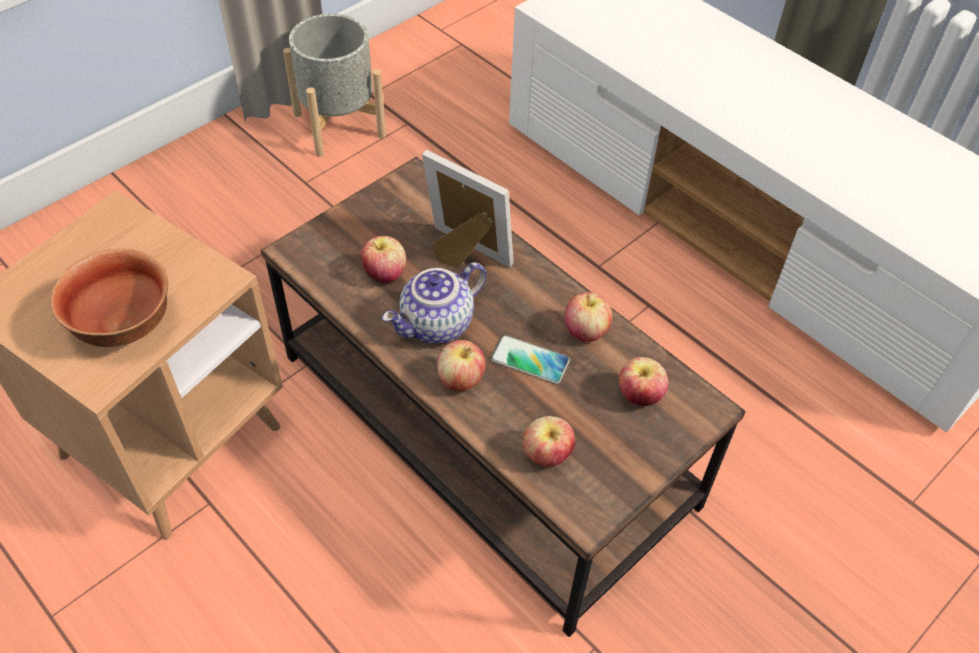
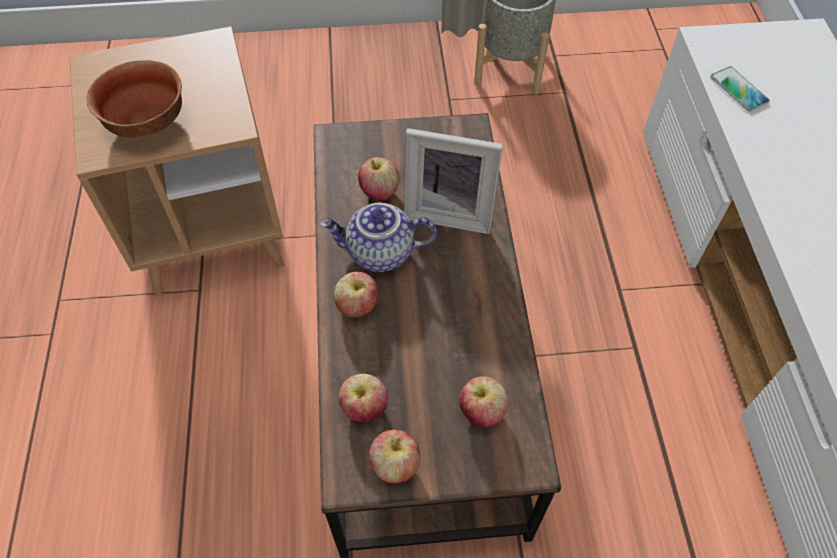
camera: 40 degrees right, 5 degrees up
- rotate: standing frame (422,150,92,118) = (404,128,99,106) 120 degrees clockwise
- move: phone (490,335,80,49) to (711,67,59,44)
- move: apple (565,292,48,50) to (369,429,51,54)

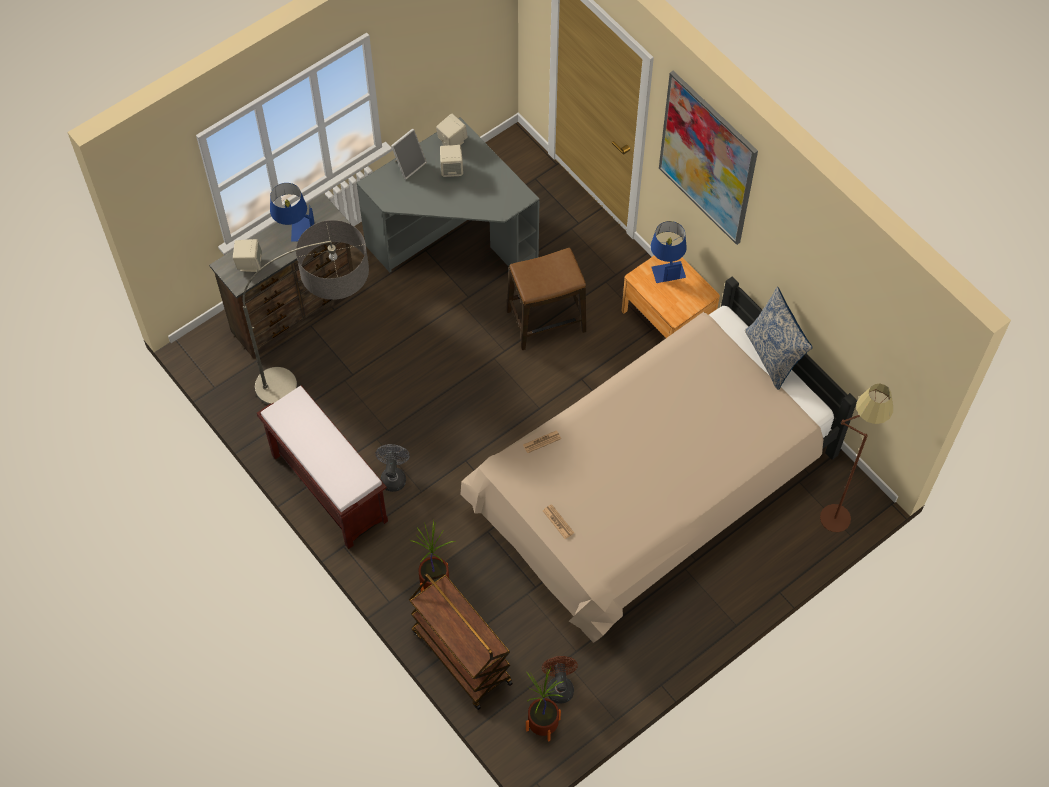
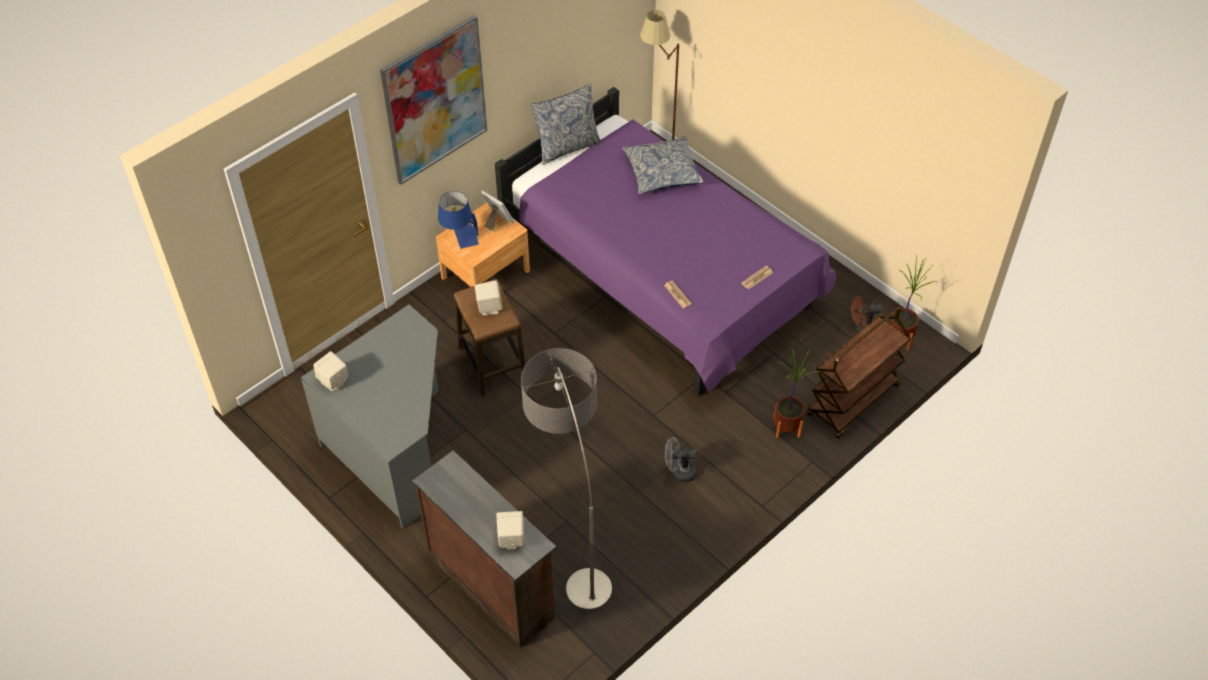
camera: 95 degrees left, 10 degrees down
- delete: indoor bench (brownish) (257,386,131,163)
- delete: table lamp (blue-coloured) (270,183,44,59)
- move: standing frame (391,129,36,51) to (481,191,34,41)
- move: speaker (beige) (440,145,23,32) to (475,281,27,34)
- recolor: bed (beige) (461,276,396,367) to bed (purple-coloured) (495,87,342,309)
- insert: cushion (622,136,82,58)

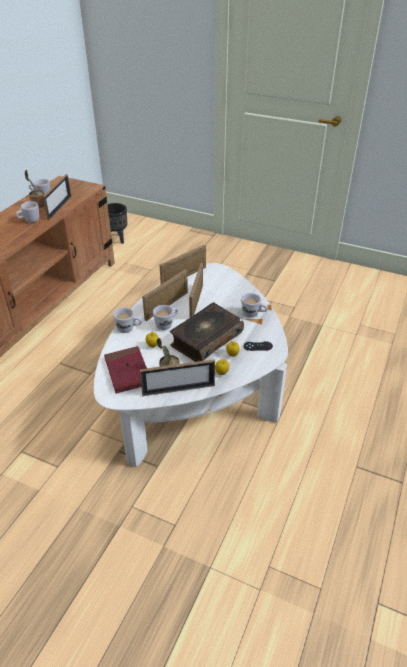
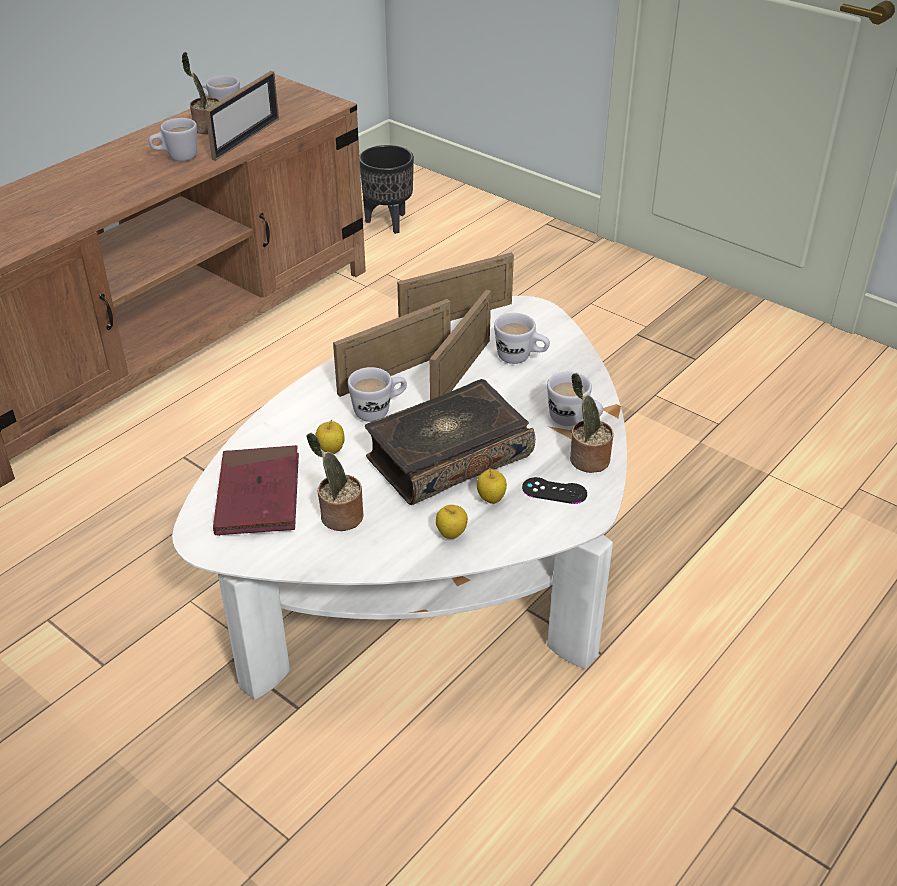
camera: 15 degrees right, 0 degrees up
- move: mug (white) (113,308,29,25) to (494,313,56,51)
- delete: standing frame (140,359,75,37)
- insert: potted plant (570,373,43,100)

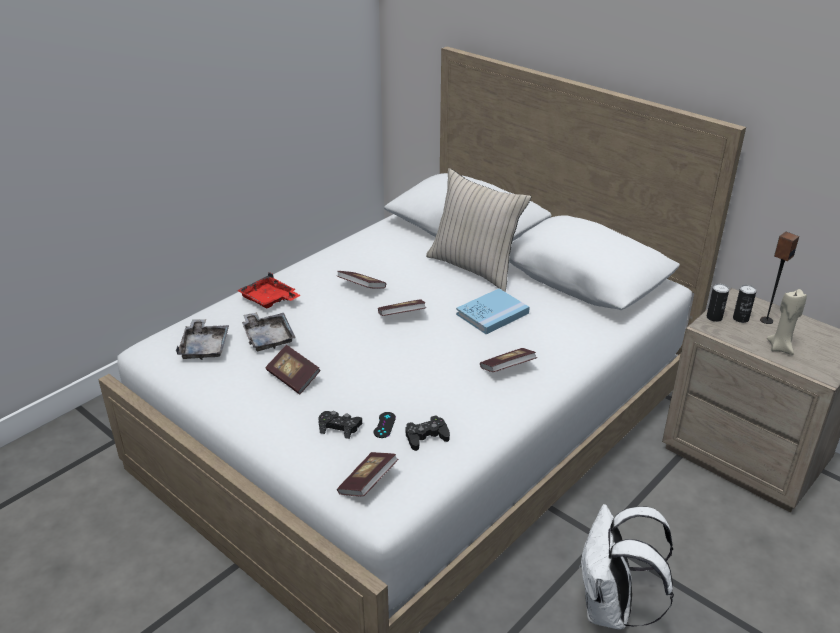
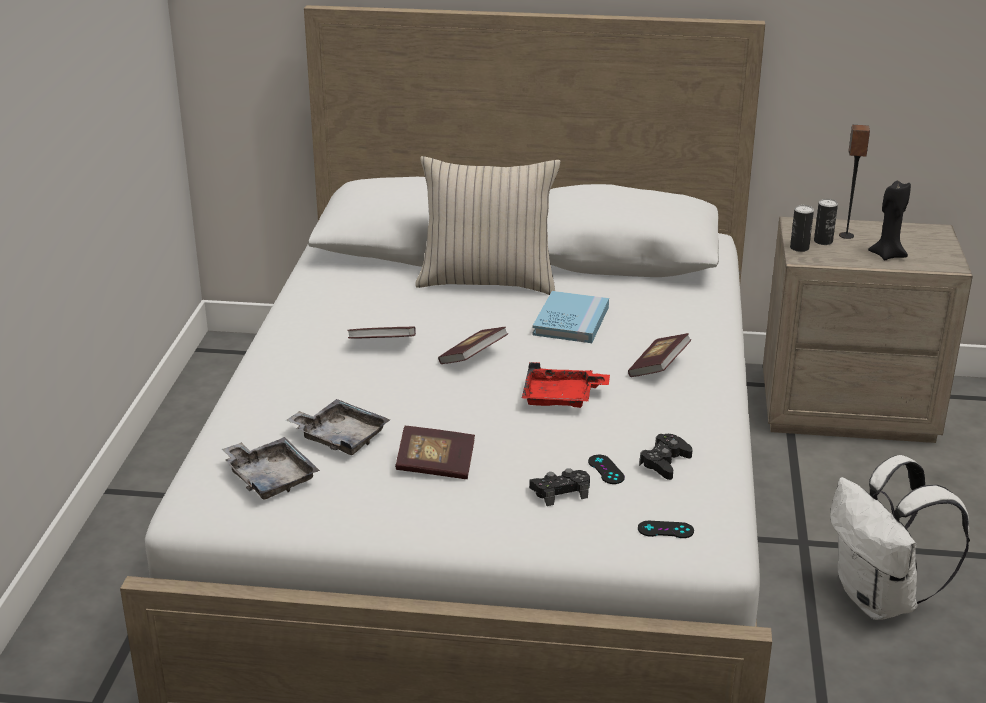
camera: 35 degrees left, 5 degrees down
- move: serving tray (red-coloured) (237,272,64,37) to (522,362,88,46)
- replace: volume (337,452,61,44) to joypad (black-coloured) (638,521,56,17)
- recolor: wax candle (beige) (767,289,40,66) to wax candle (black-coloured) (868,181,43,79)

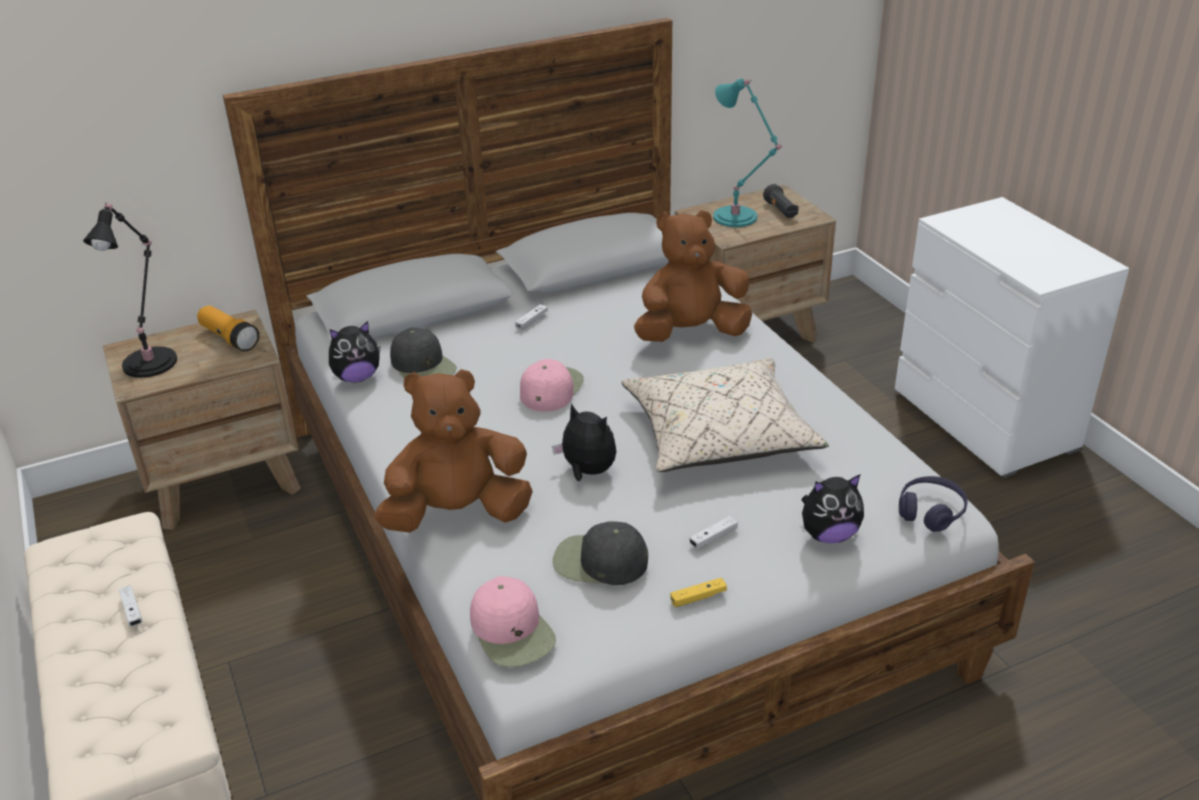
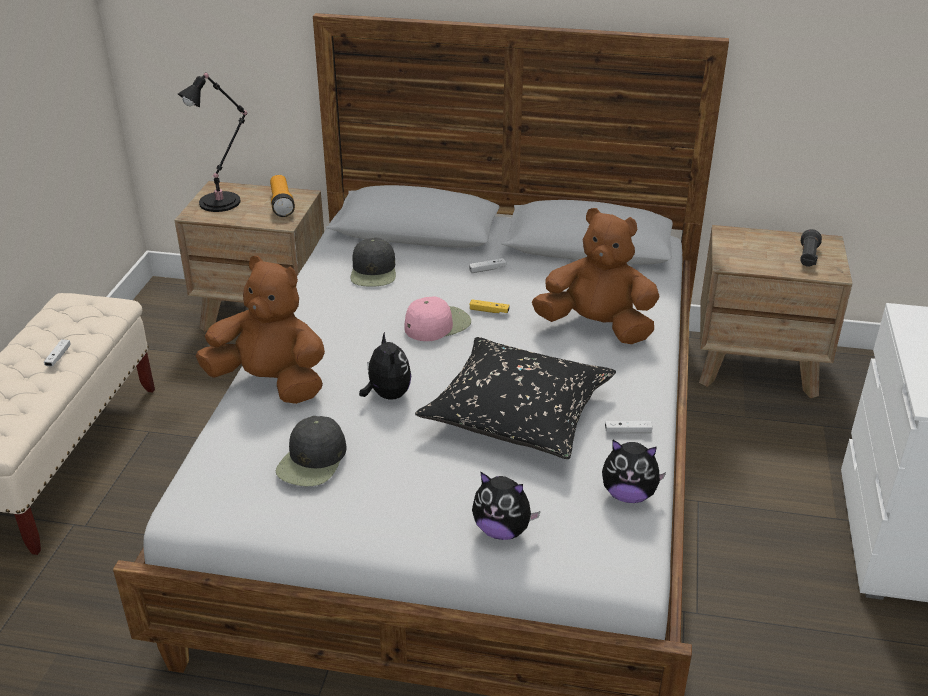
camera: 35 degrees right, 0 degrees up
- move: soft toy (329,321,51,62) to (602,440,64,63)
- delete: peaked cap (pinkish) (470,576,86,91)
- rotate: peaked cap (black-coloured) (553,521,95,64) = (276,416,71,70) 120 degrees counterclockwise
- recolor: cushion (beige) (621,358,208,114) to cushion (black-coloured) (415,337,201,122)
- move: joypad (yellow-coloured) (670,578,57,29) to (470,299,40,14)
- move: joypad (white) (690,516,48,32) to (605,421,48,12)
- delete: table lamp (blue-green) (713,79,71,148)
- delete: headset (purple-coloured) (899,476,69,56)

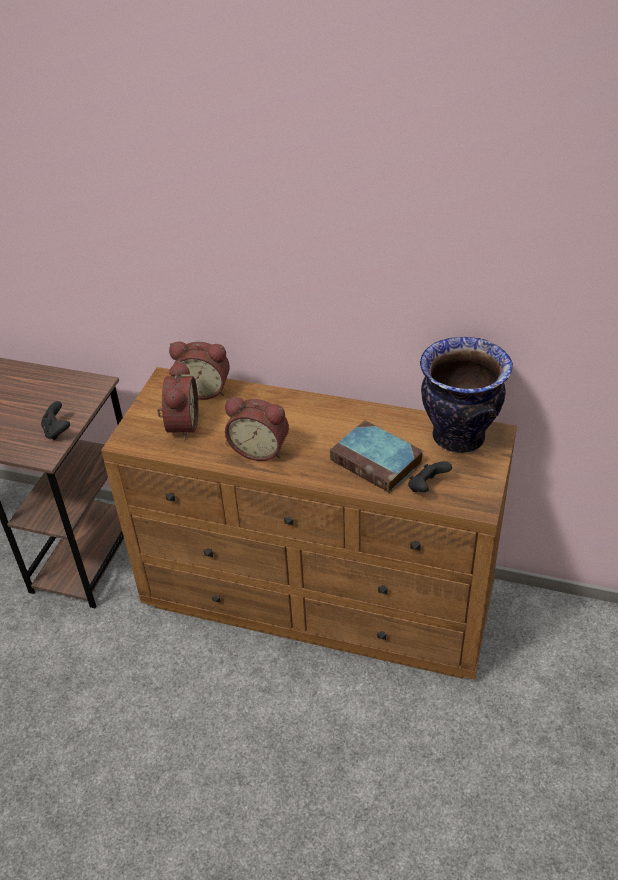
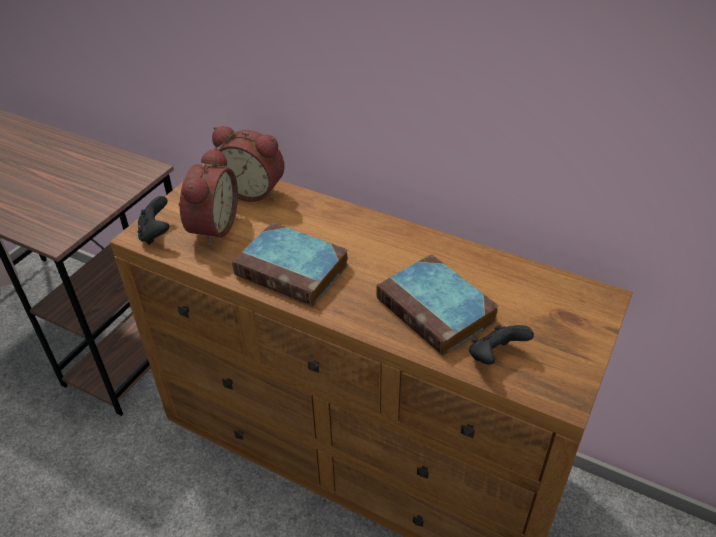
camera: 10 degrees right, 0 degrees up
- move: joypad (black-coloured) (41,401,29,39) to (138,196,31,49)
- replace: bedside clock (225,397,64,64) to volume (232,222,117,84)
- delete: decorative vase (420,337,93,116)

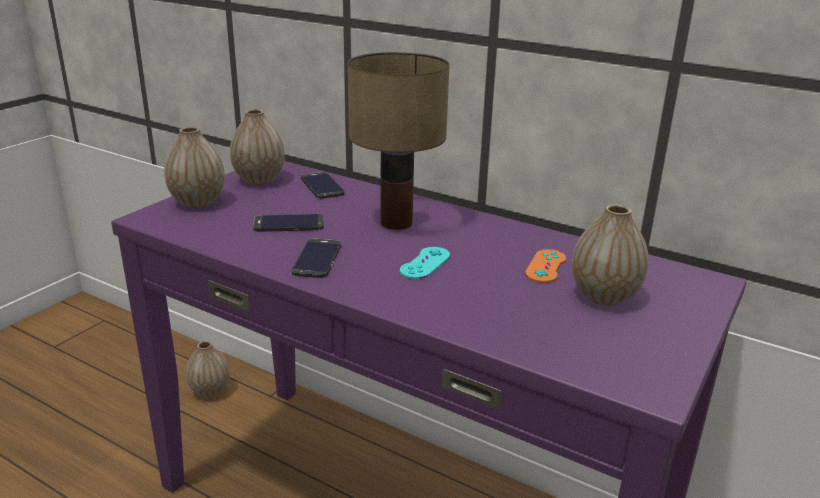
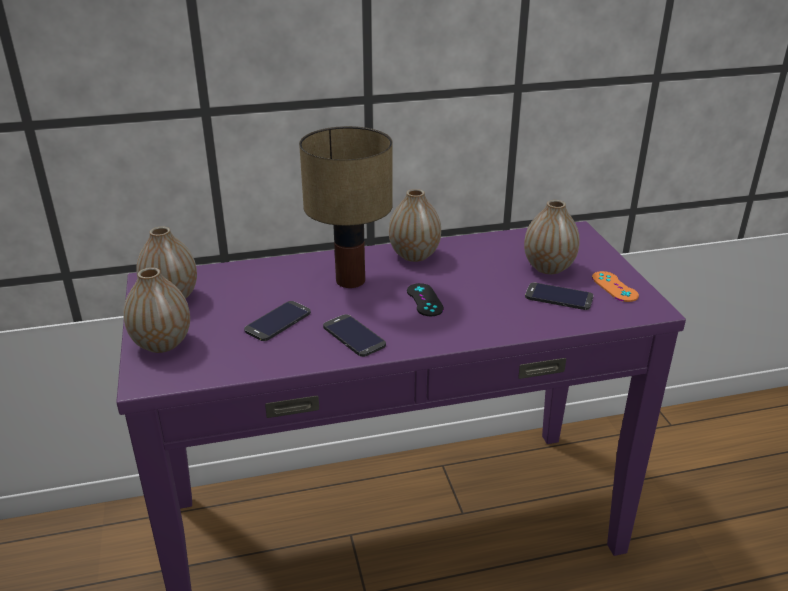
camera: 45 degrees left, 5 degrees up
- move: decorative vase (186,341,44,56) to (389,189,52,73)
- move: phone (301,172,44,27) to (525,283,68,27)
- recolor: joypad (blue-green) (400,247,50,32) to joypad (black-coloured) (407,283,37,33)
- move: joypad (orange-coloured) (525,249,41,34) to (592,271,47,31)

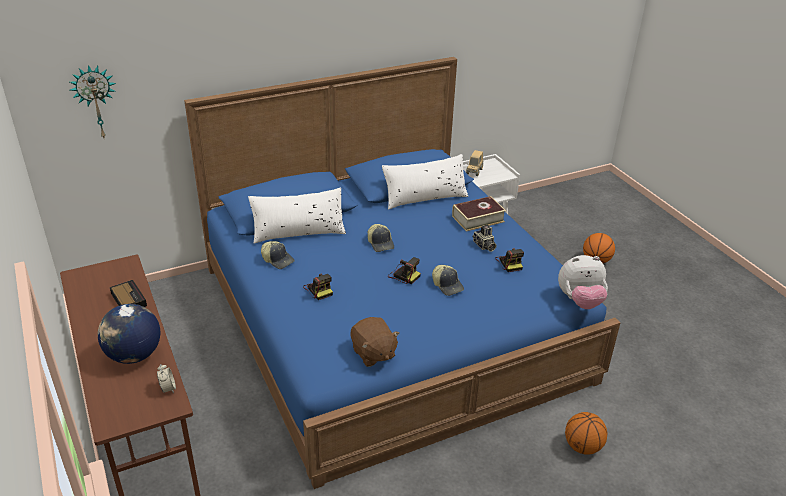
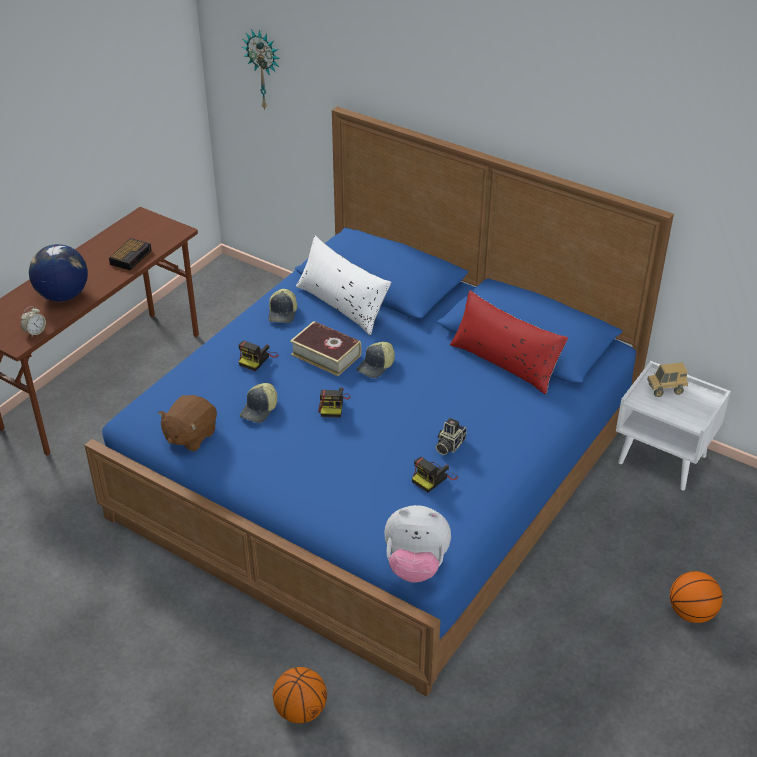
camera: 60 degrees right, 5 degrees up
- recolor: cushion (white) (382,154,86,56) to cushion (red-coloured) (450,290,118,105)
- move: peaked cap (432,265,32,31) to (240,383,37,40)
- move: volume (452,196,54,36) to (290,321,71,55)
- rotate: soft toy (558,255,50,54) = (385,505,66,78) 45 degrees counterclockwise

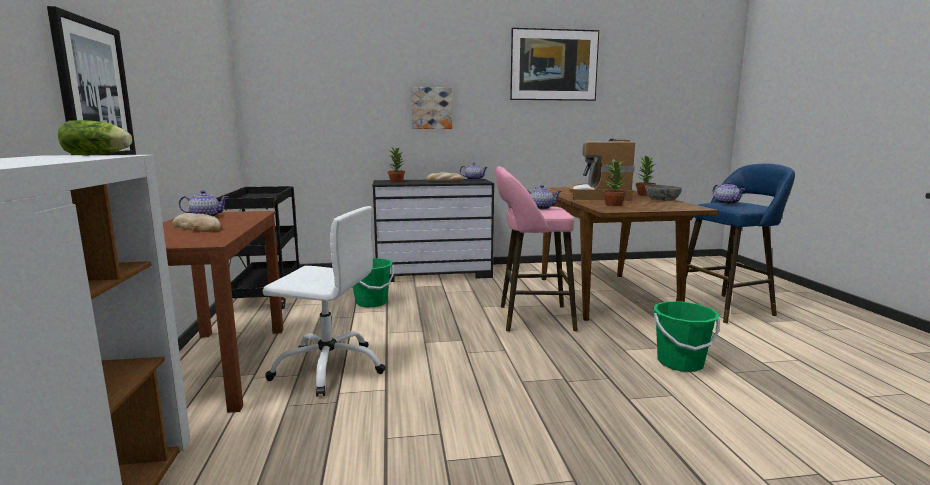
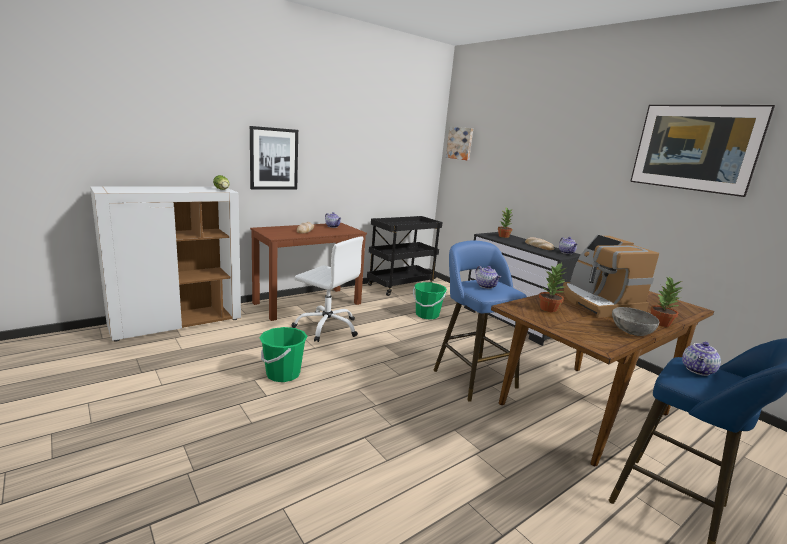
camera: 60 degrees right, 5 degrees up
- rotate: computer chair (white) (263,206,123,191) = (292,236,72,106) 45 degrees counterclockwise
- move: wall art (411,87,41,42) to (446,127,27,34)
- recolor: stool (pinkish) (496,166,82,165) to stool (blue-coloured) (433,240,94,162)
- rotate: coffee machine (570,139,65,62) = (563,235,96,83) 90 degrees counterclockwise
- move: water bucket (green) (653,301,67,71) to (259,327,49,55)

